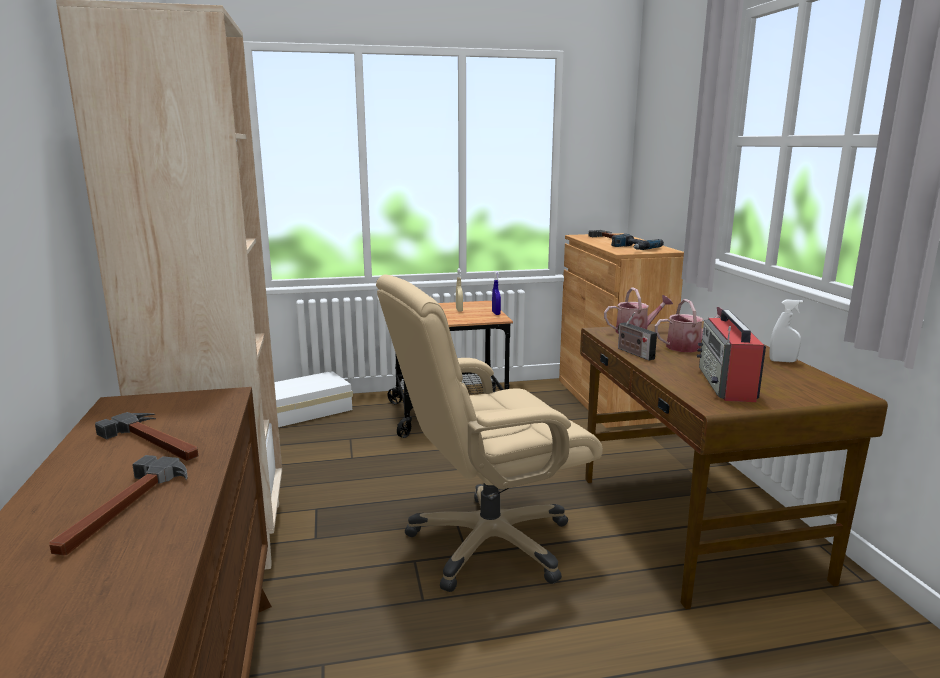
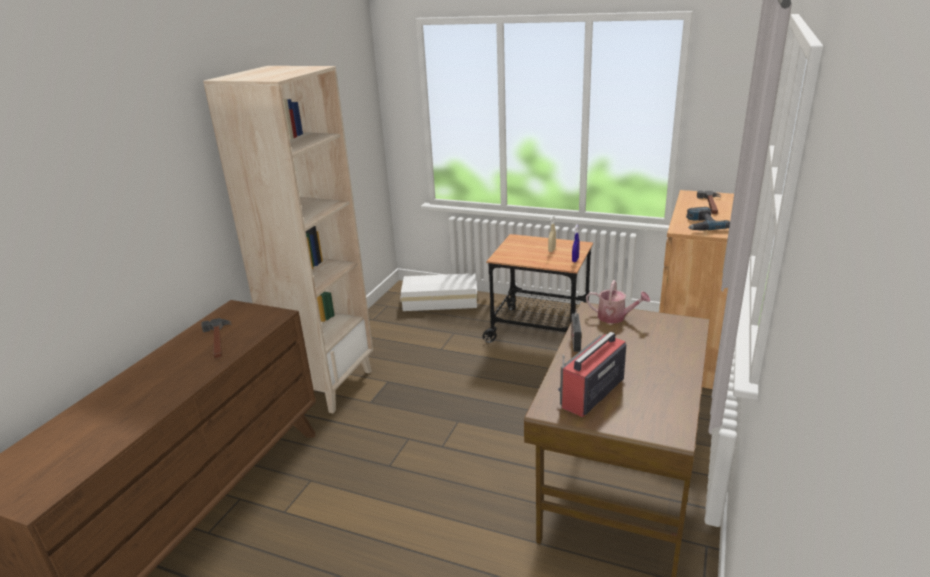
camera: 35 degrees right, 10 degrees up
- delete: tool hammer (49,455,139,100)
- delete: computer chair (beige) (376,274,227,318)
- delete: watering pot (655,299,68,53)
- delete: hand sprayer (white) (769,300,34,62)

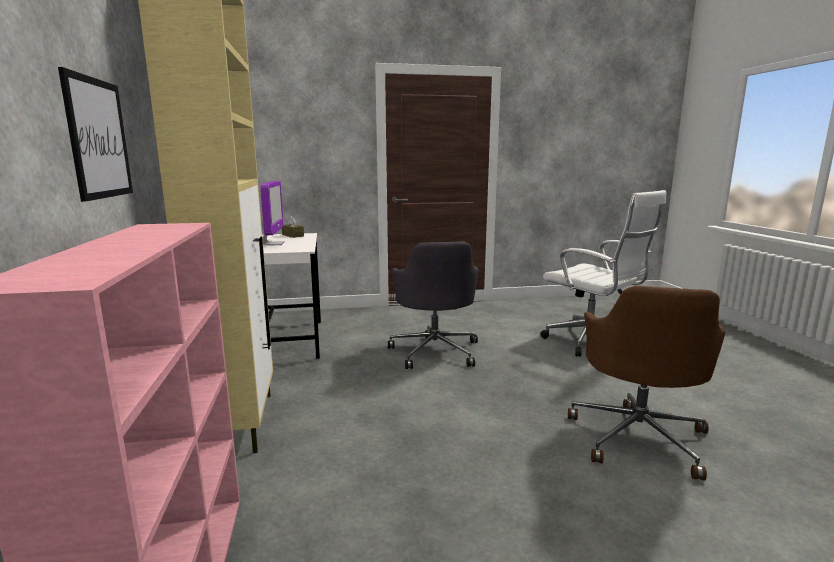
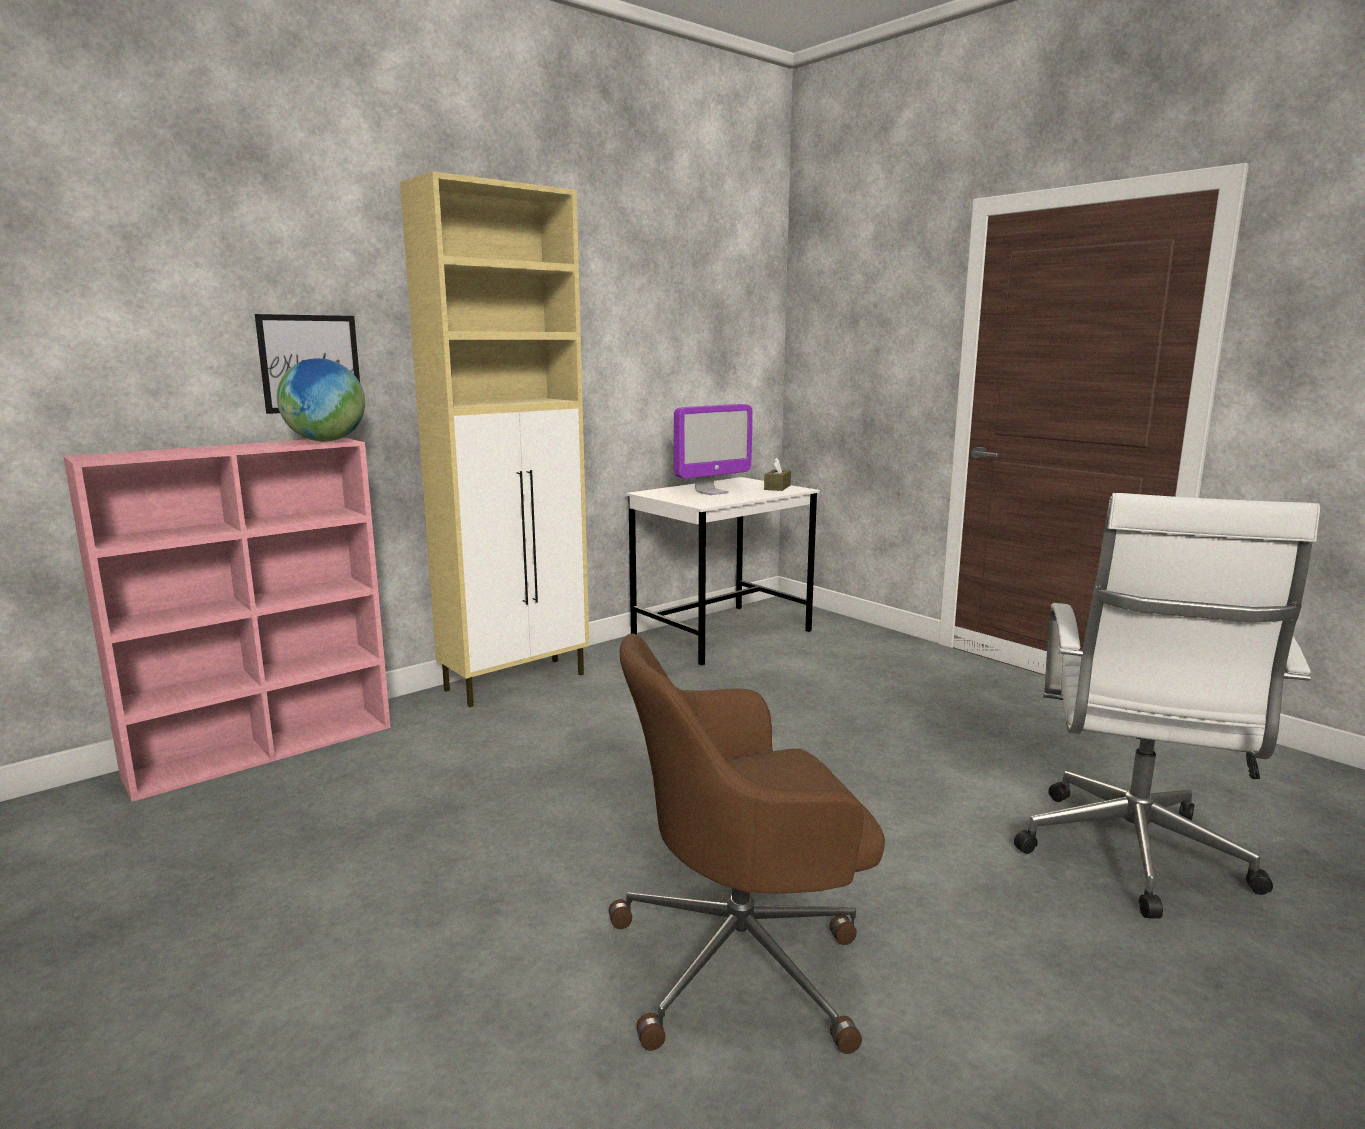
camera: 60 degrees right, 0 degrees up
- delete: computer chair (gray) (388,242,91,127)
- insert: globe (277,358,88,84)

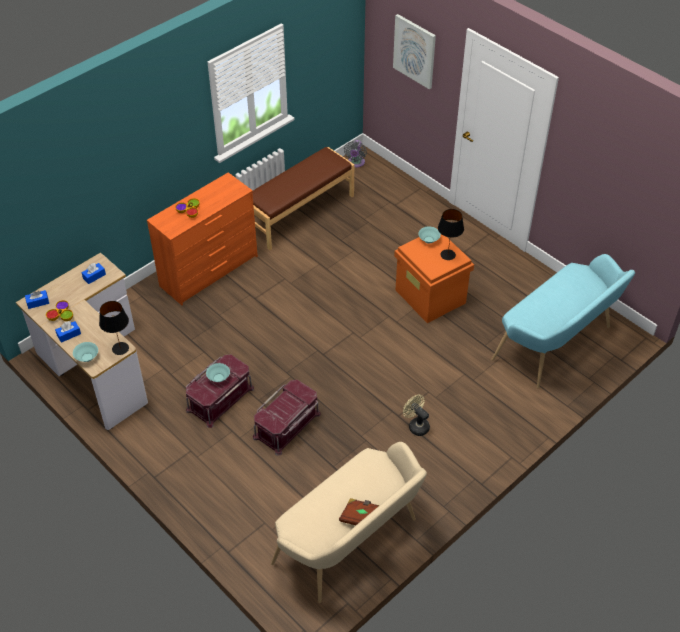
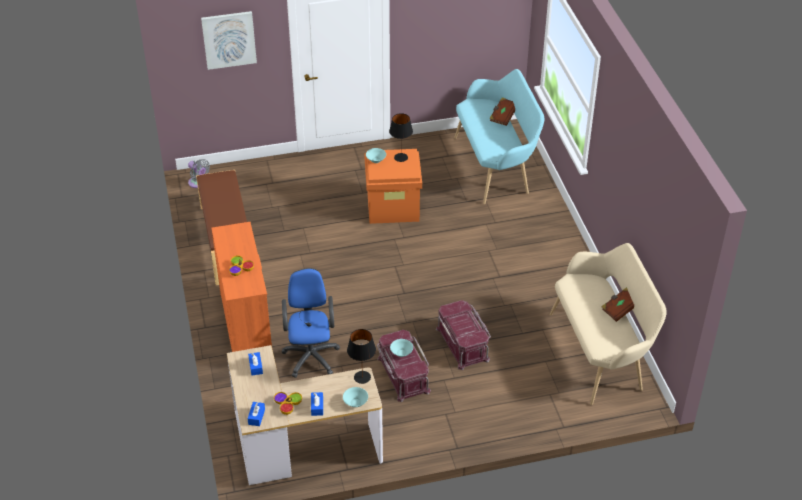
camera: 60 degrees left, 5 degrees down
- delete: cooling fan (beige) (403,395,27,41)
- insert: computer chair (blue-coloured) (282,268,58,110)
- insert: volume (brownish) (489,97,26,29)

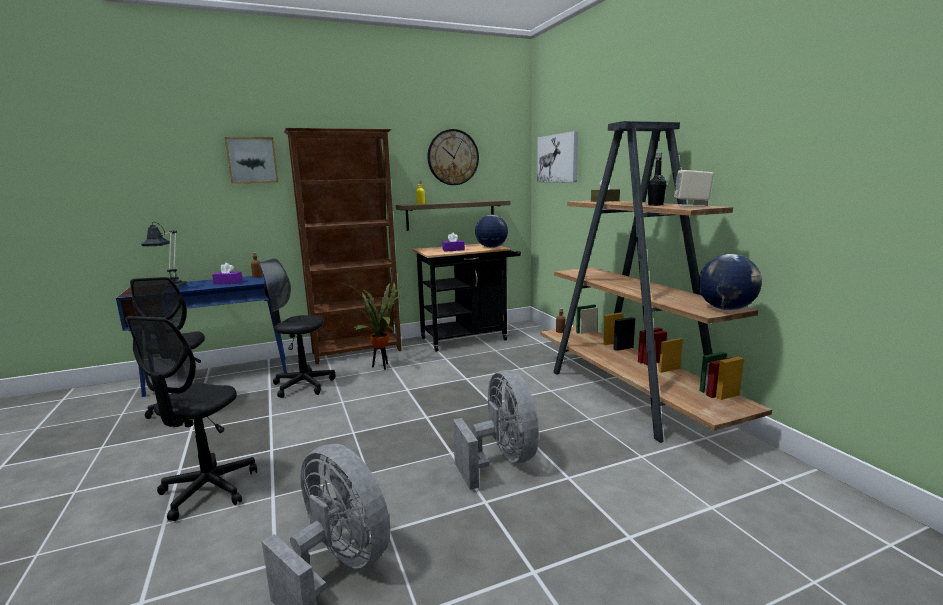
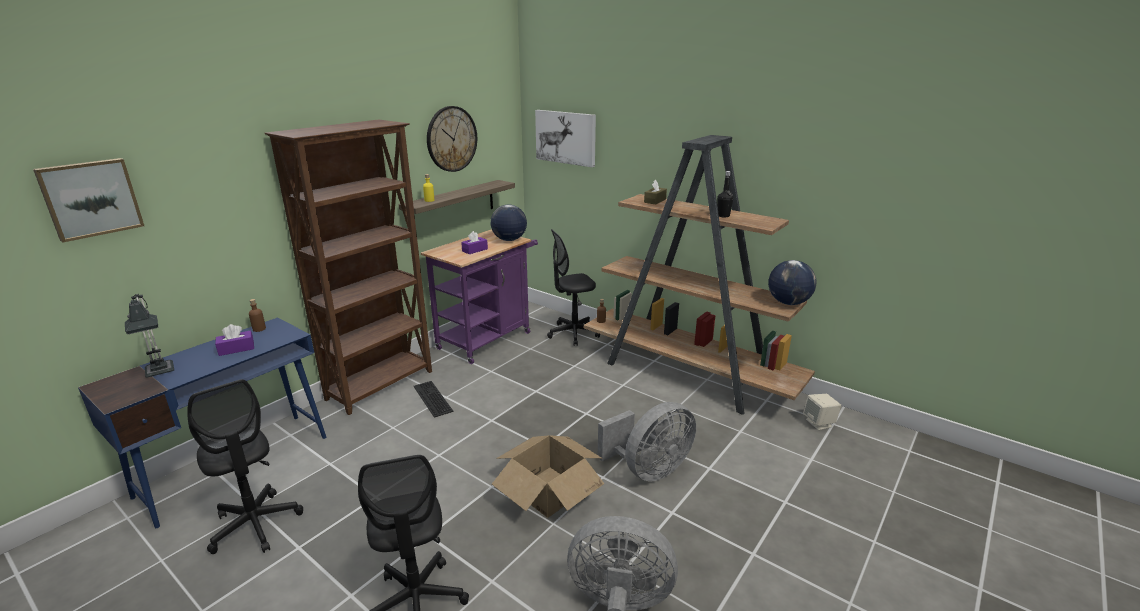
camera: 30 degrees left, 10 degrees up
- move: wall art (225,137,53,47) to (33,158,111,84)
- move: computer chair (black-coloured) (259,258,76,140) to (547,229,53,117)
- replace: potted plant (337,282,71,88) to computer keyboard (414,381,39,37)
- recolor: cart (black-coloured) (412,243,109,109) to cart (purple-coloured) (421,229,117,135)
- rotate: cooling fan (gray) (453,370,86,120) = (598,402,98,79) 105 degrees clockwise
- move: speaker (beige) (674,170,40,37) to (803,394,38,36)
- insert: packing box (492,435,112,83)

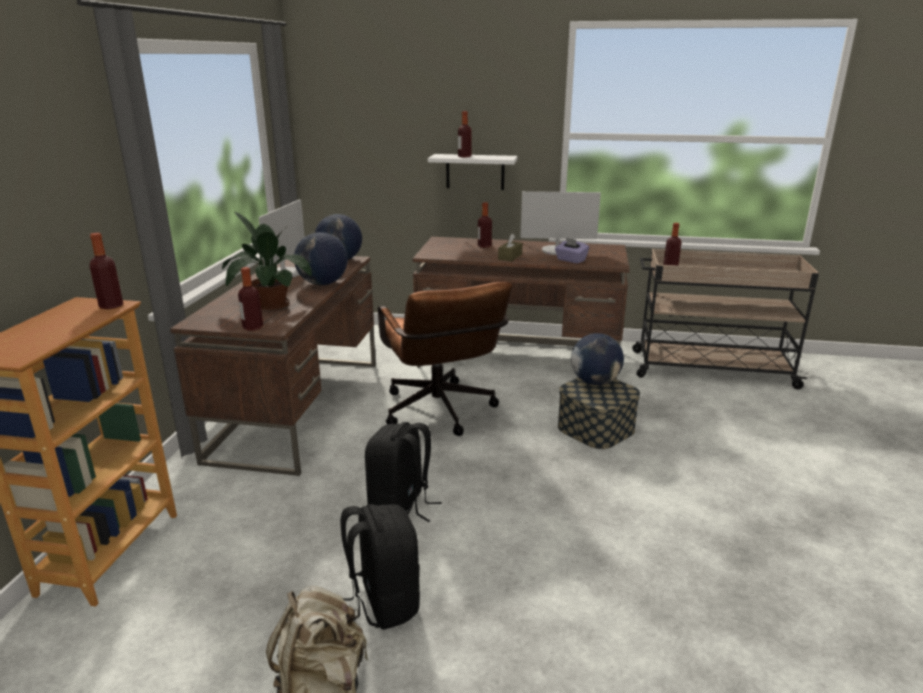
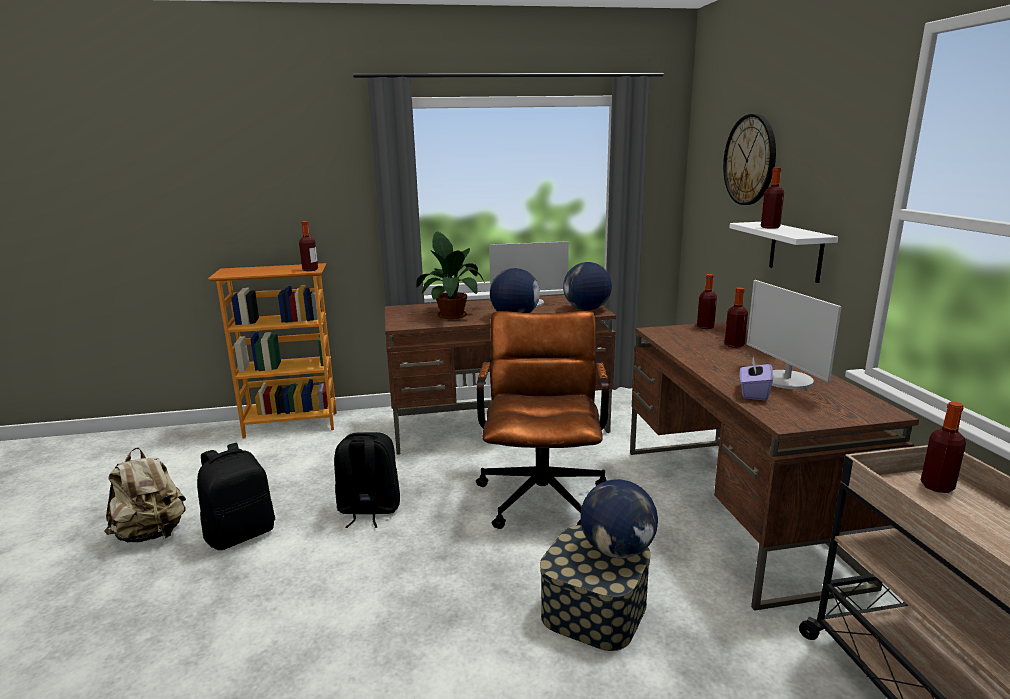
camera: 70 degrees right, 5 degrees down
- move: drink bottle (238,267,25,64) to (697,274,20,55)
- rotate: computer chair (brownish) (378,282,134,154) = (476,311,133,218) 135 degrees clockwise
- delete: tissue holder (brownish) (498,234,25,27)
- insert: wall clock (723,114,53,91)

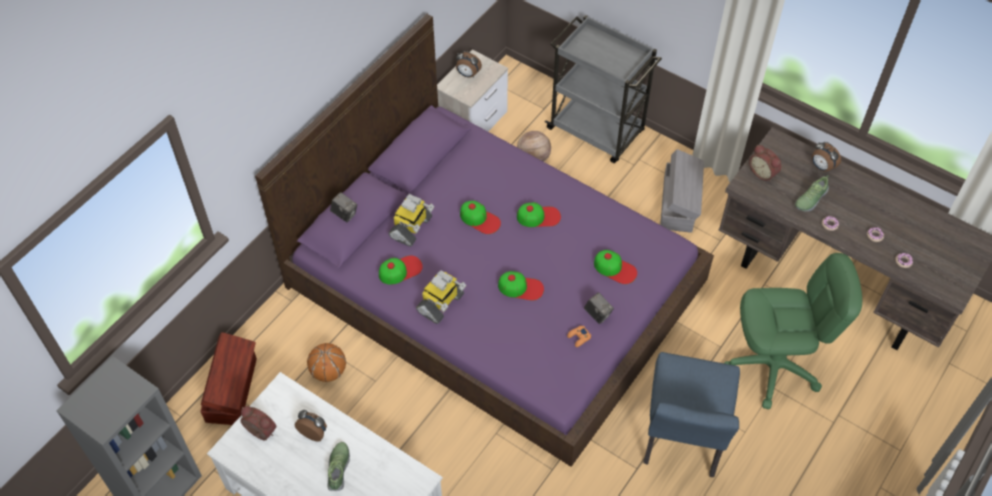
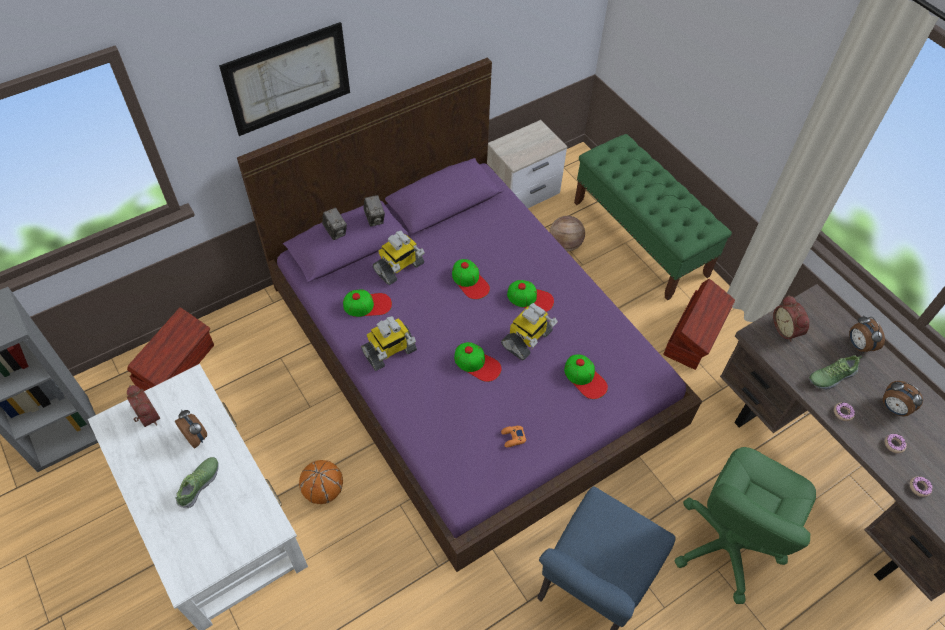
camera: 20 degrees right, 0 degrees up
- move: basketball (307,343,39,39) to (299,460,44,44)
- move: bedside clock (456,51,26,26) to (883,381,40,35)
- replace: cart (gray) (545,15,117,148) to indoor bench (green) (574,134,158,167)
- move: still camera (584,292,30,32) to (363,195,22,32)
- recolor: storage container (gray) (660,149,44,84) to storage container (brownish) (663,279,72,91)
- rotate: computer chair (green) (724,253,138,156) = (675,447,141,157) 105 degrees clockwise
- insert: wall art (219,22,131,114)
- insert: toy robot (501,303,57,57)

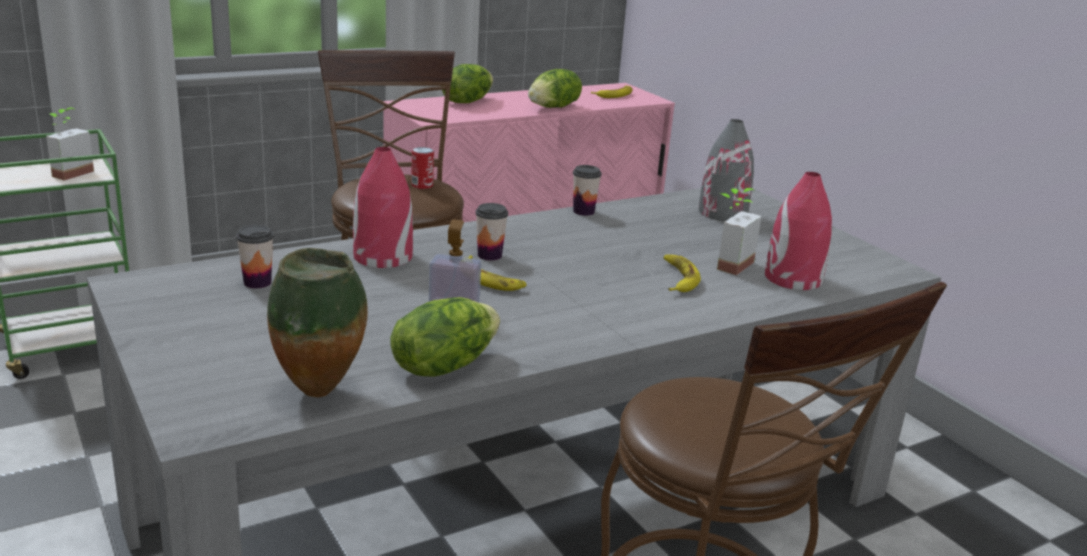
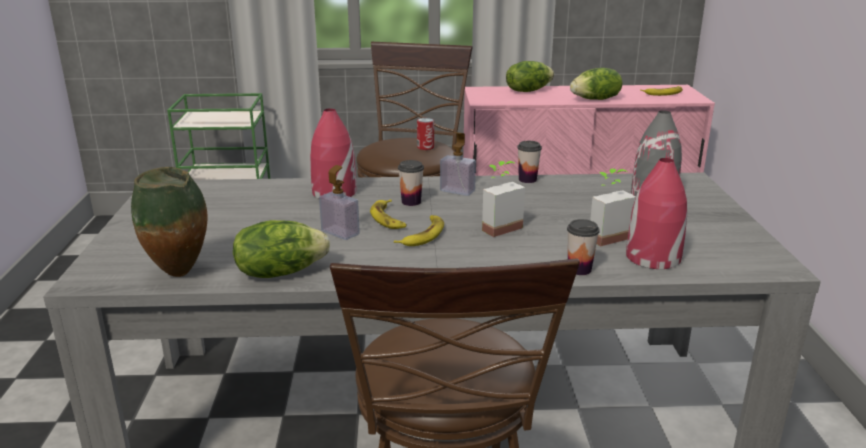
camera: 30 degrees right, 0 degrees up
- move: potted plant (46,108,48,73) to (482,161,43,76)
- move: cup (236,225,38,63) to (567,219,33,56)
- move: banana fruit (664,255,37,37) to (394,215,50,31)
- insert: soap dispenser (440,132,36,64)

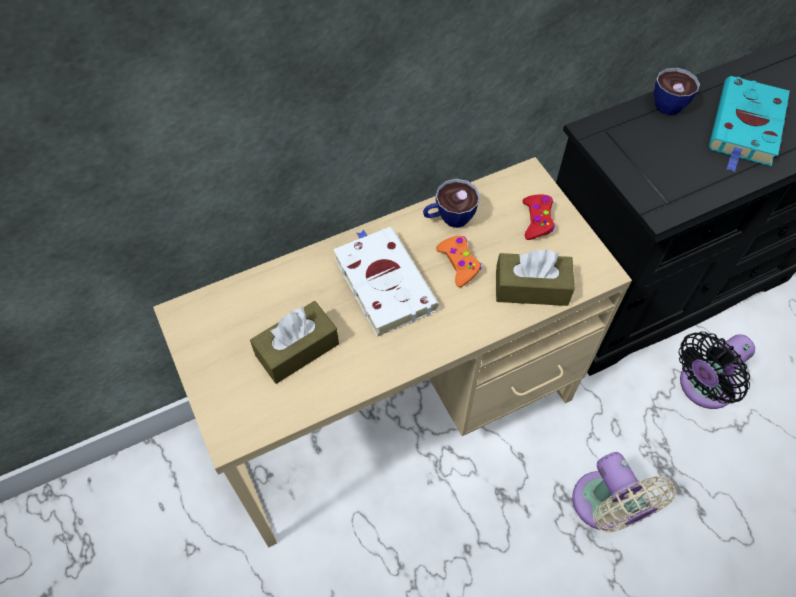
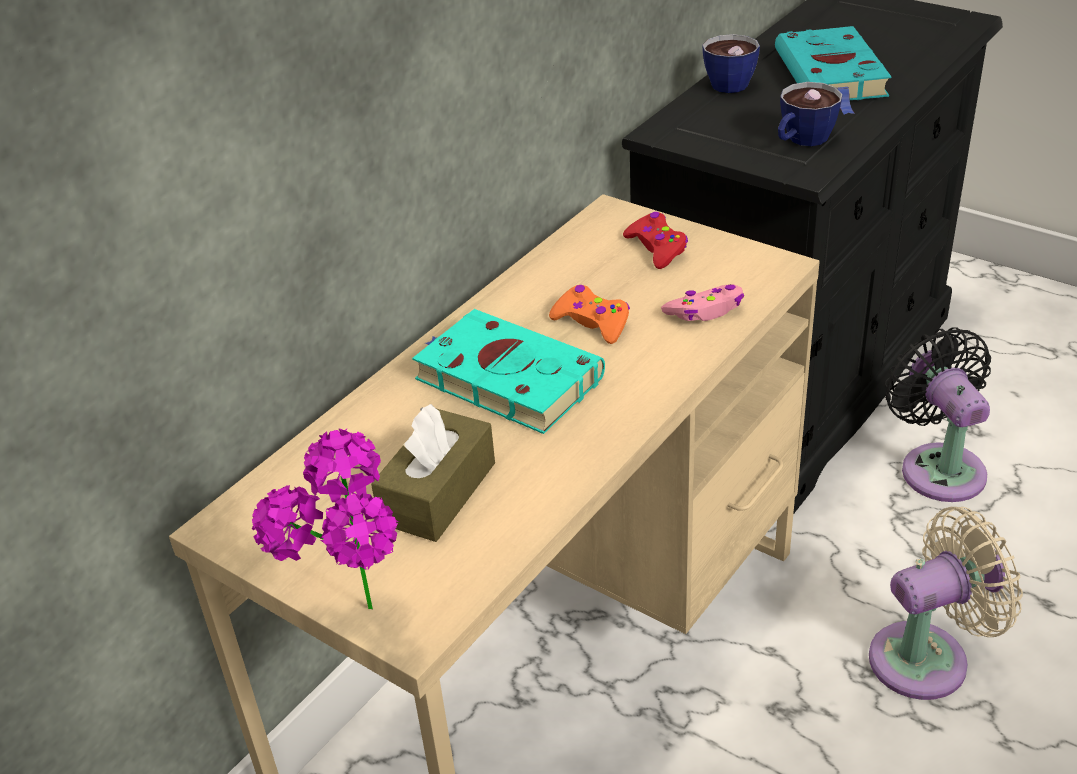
camera: 25 degrees left, 20 degrees down
- recolor: volume (white) (333,227,107,110) to volume (blue-green) (412,309,193,125)
- move: cup (423,178,57,50) to (778,82,64,64)
- replace: tissue holder (brownish) (496,250,79,56) to joypad (pinkish) (661,284,83,37)
- rotate: cooling fan (beige) (572,452,104,81) = (869,507,154,193) 60 degrees counterclockwise
- rotate: cooling fan (black-coloured) (678,332,77,77) = (885,327,106,175) 135 degrees clockwise
- insert: potted plant (252,428,146,181)

